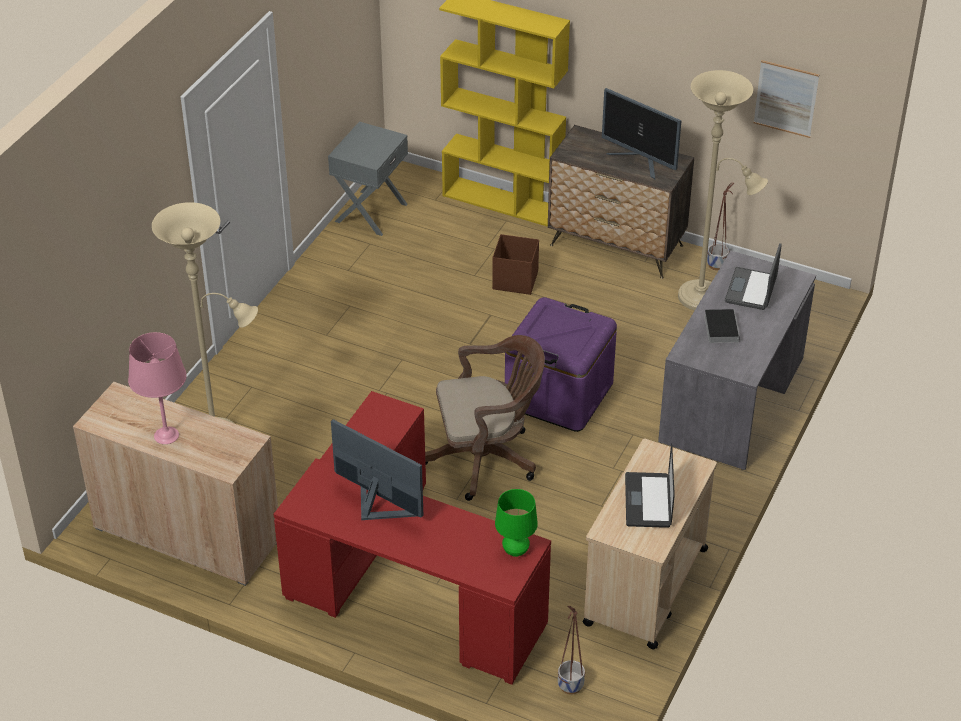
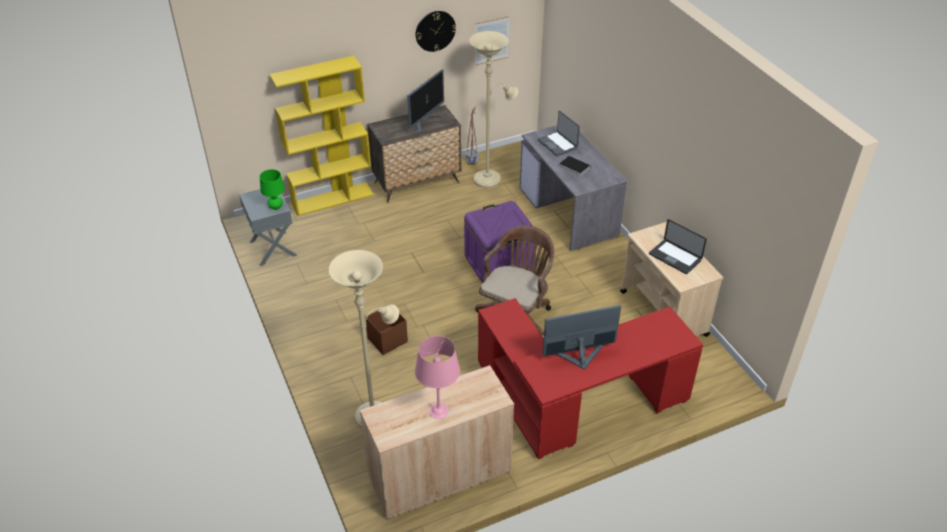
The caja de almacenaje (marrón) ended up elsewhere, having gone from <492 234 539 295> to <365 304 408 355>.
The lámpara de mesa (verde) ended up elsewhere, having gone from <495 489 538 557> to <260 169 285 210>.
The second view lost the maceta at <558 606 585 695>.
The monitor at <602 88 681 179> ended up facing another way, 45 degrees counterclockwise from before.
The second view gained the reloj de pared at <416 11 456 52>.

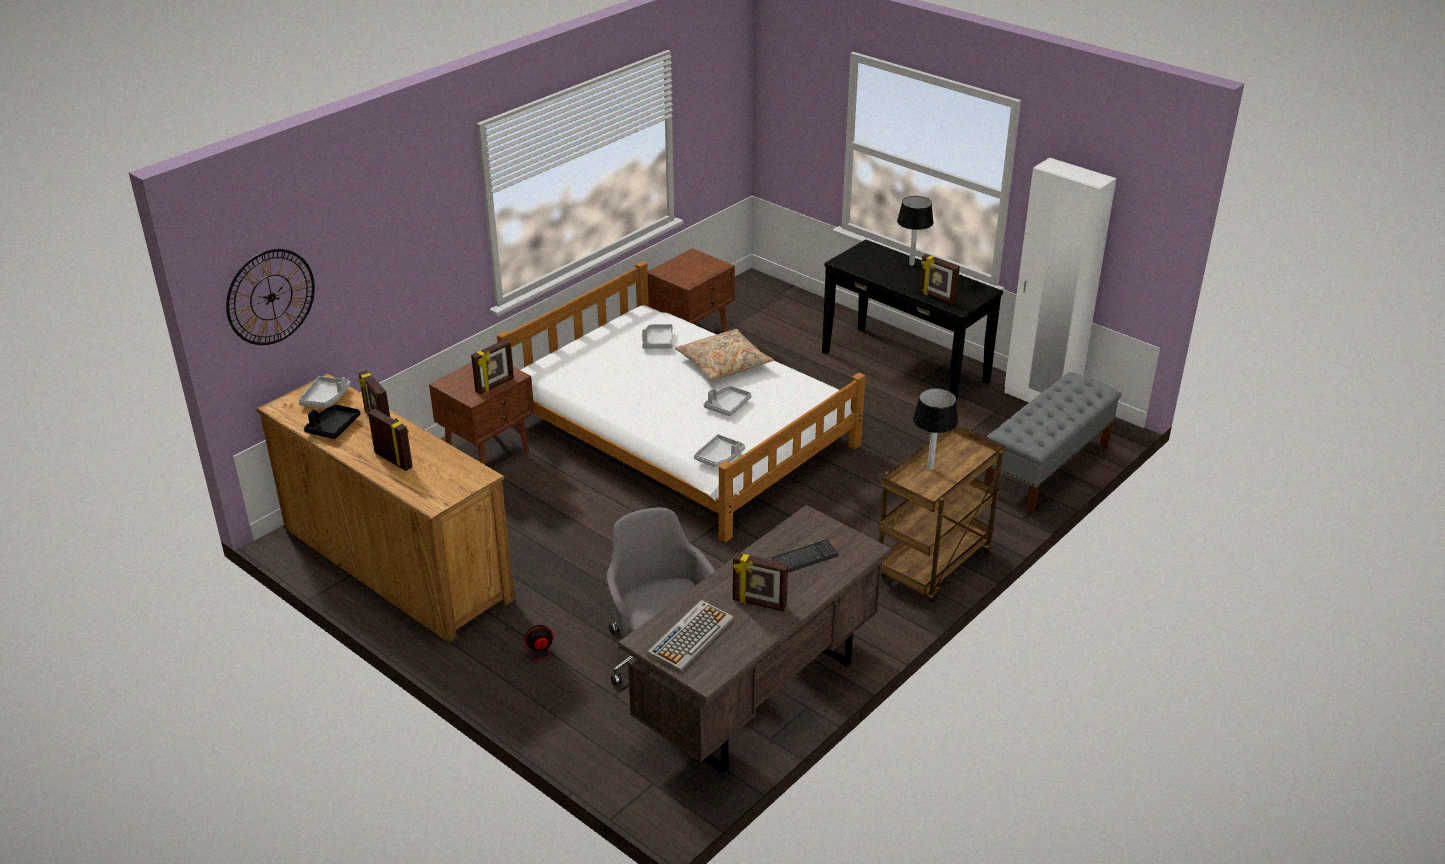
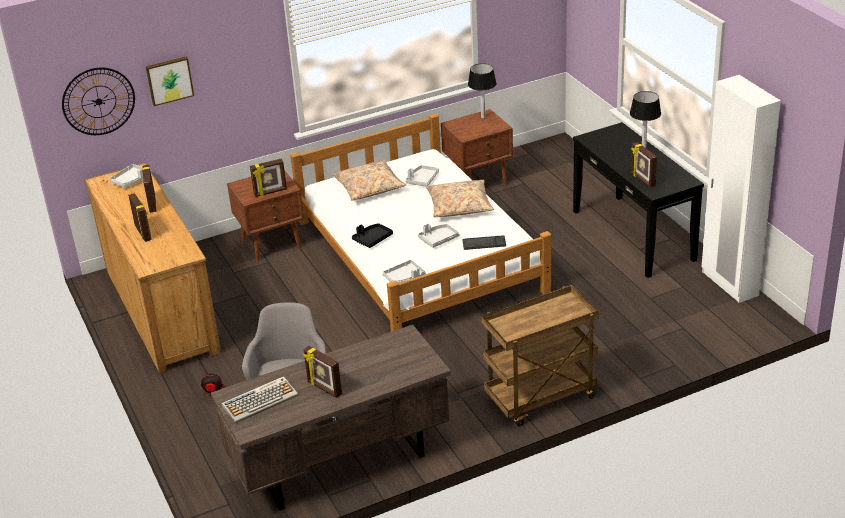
The bandeja (negro) ended up elsewhere, having gone from <304 404 360 439> to <352 223 393 248>.
The teclado ended up elsewhere, having gone from <772 540 839 573> to <462 235 506 250>.
The lámpara de mesa ended up elsewhere, having gone from <913 388 958 470> to <468 63 497 118>.
The second view lost the banco (gris) at <984 372 1121 515>.
The second view gained the cuadro at <146 56 194 106>.
The second view gained the cojín (beis) at <332 160 406 200>.

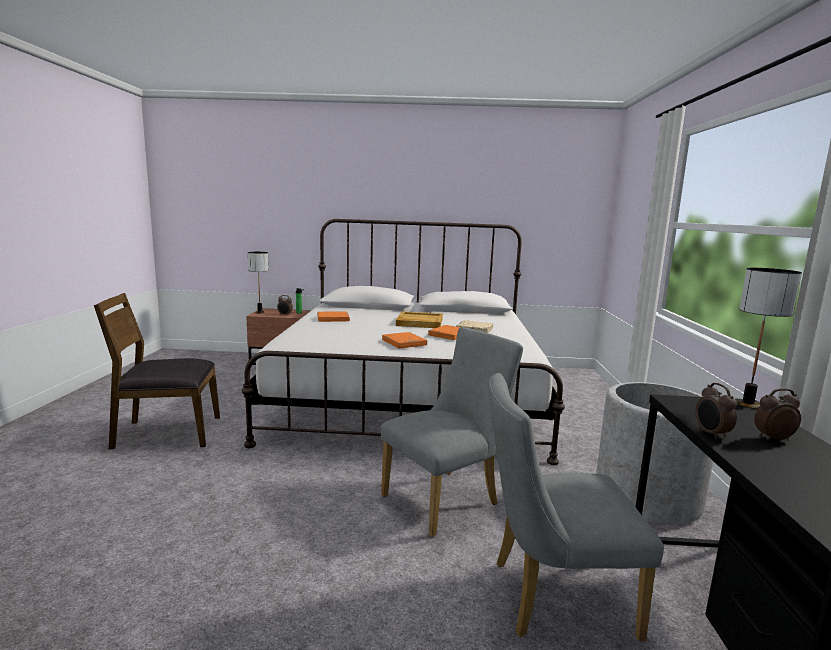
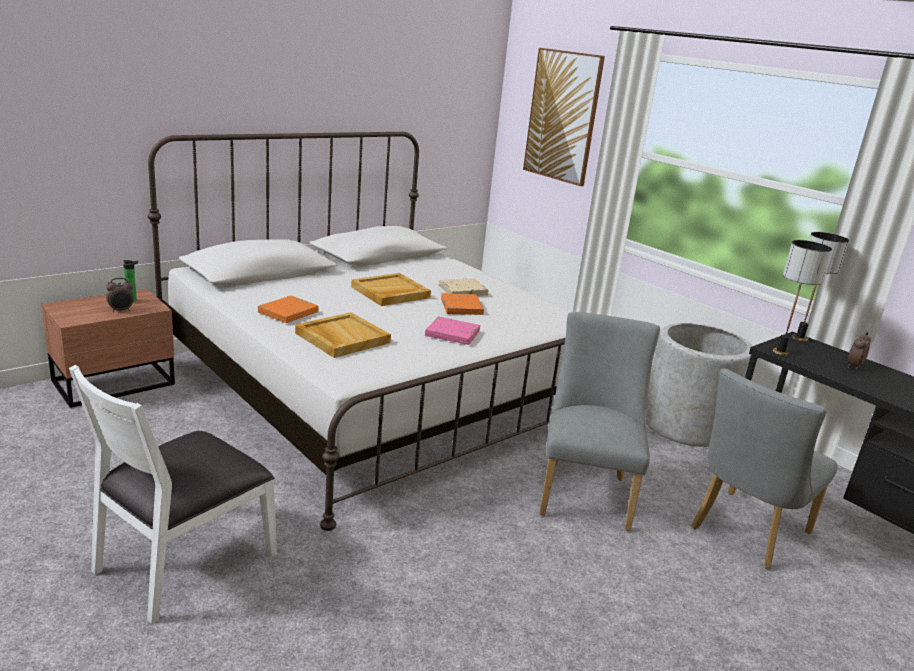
What was the silla (marrón) at <94 293 220 449> turned into the silla (blanco) at <69 365 277 624>.
The lámpara de mesa ended up elsewhere, having gone from <248 252 269 313> to <773 240 832 356>.
What was the libro (naranja) at <382 332 427 348> turned into the libro (rosa) at <425 317 480 345>.
The second view lost the despertador at <696 383 737 439>.
The second view gained the bandeja (beis) at <295 312 391 358>.
The second view gained the cuadro at <523 48 605 186>.

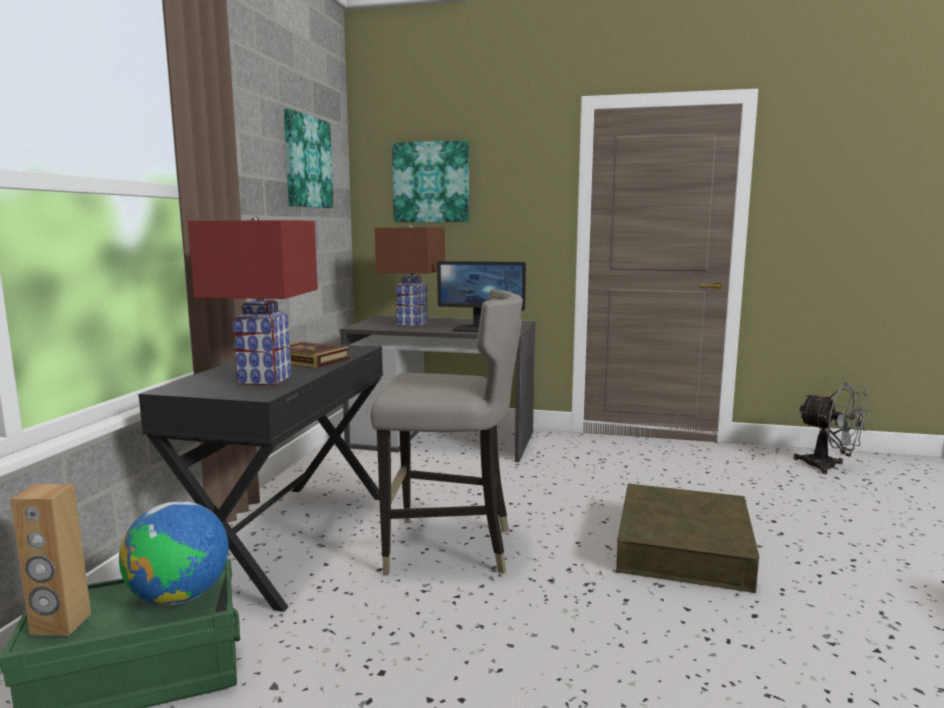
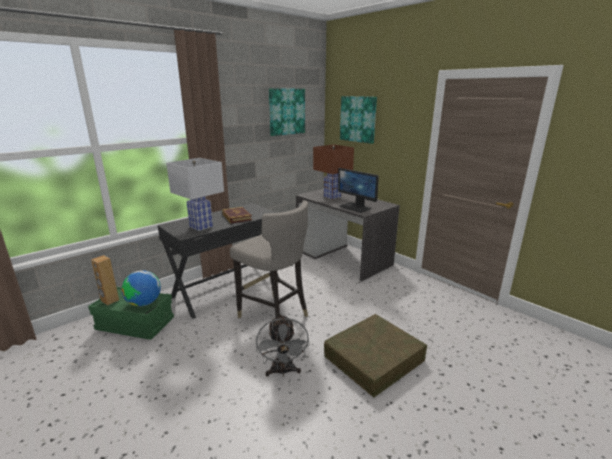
What was the lámpara de mesa (rojo) at <188 216 318 385> turned into the lámpara de mesa (blanco) at <166 158 224 231>.
The ventilador (gris) ended up elsewhere, having gone from <793 383 870 474> to <256 314 310 377>.

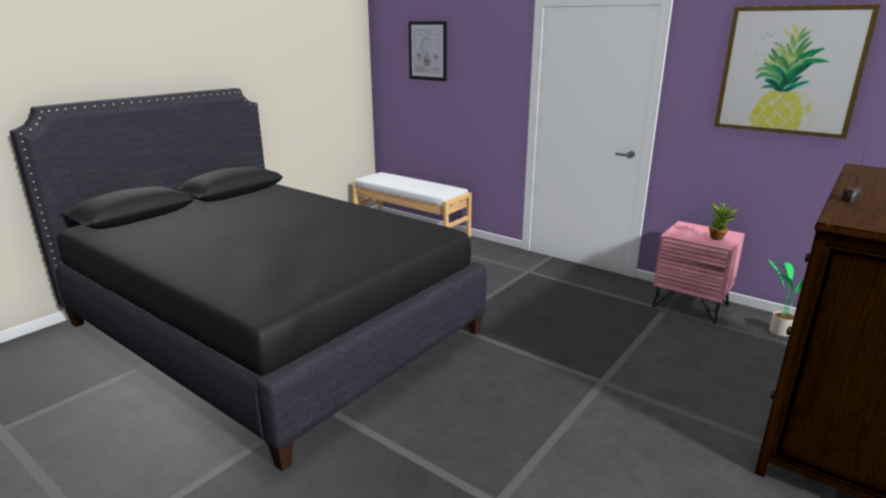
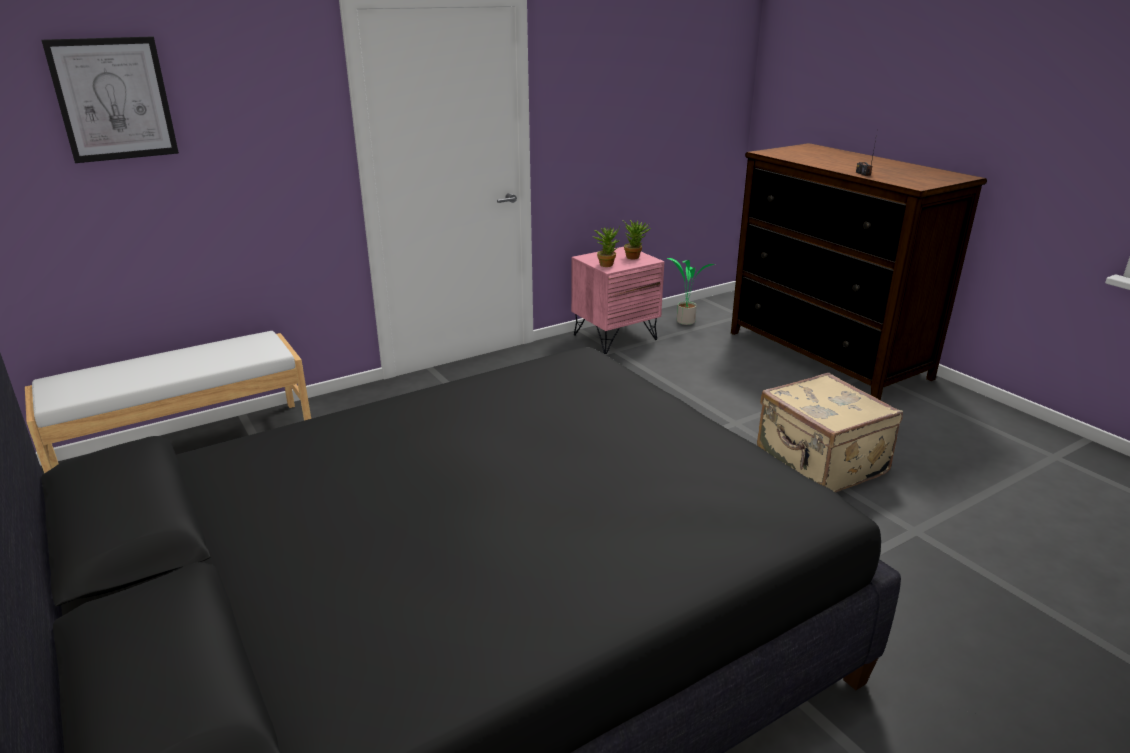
The second view lost the cuadro at <714 4 881 139>.
The second view gained the planta en maceta at <592 226 620 267>.
The second view gained the maleta (beis) at <757 373 903 492>.

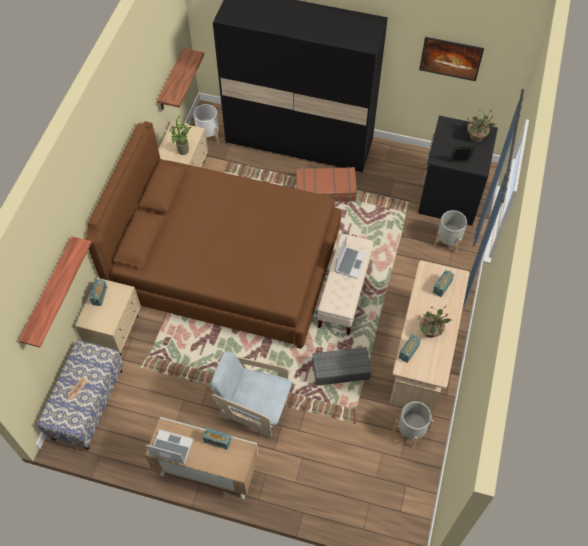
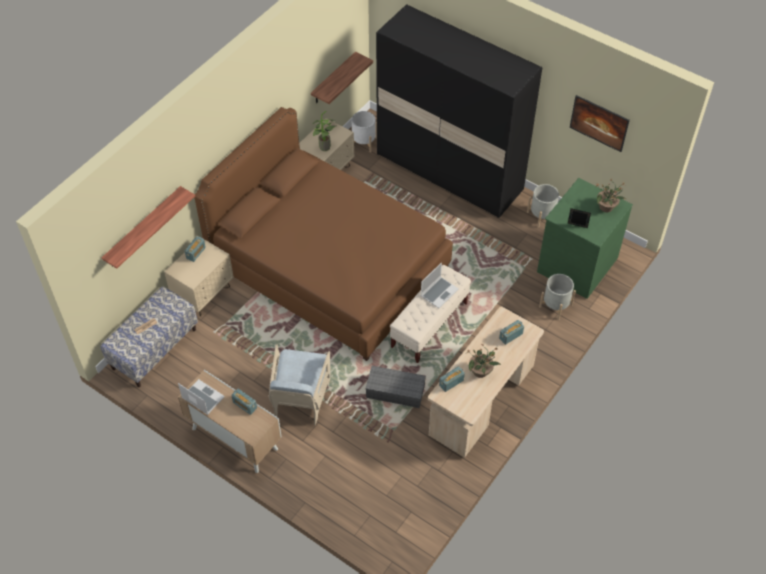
The sillón (beis) at <212 351 292 438> ended up facing another way, 120 degrees counterclockwise from before.
The second view lost the maleta (marrón) at <296 167 357 203>.
The maceta (gris) ended up elsewhere, having gone from <393 401 434 448> to <527 184 559 228>.
What was the cómoda (negro) at <418 116 498 226> turned into the cómoda (verde) at <537 178 633 299>.

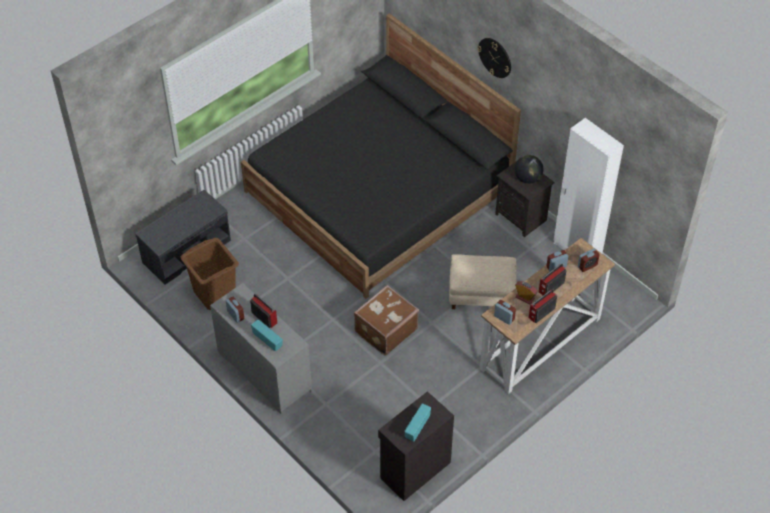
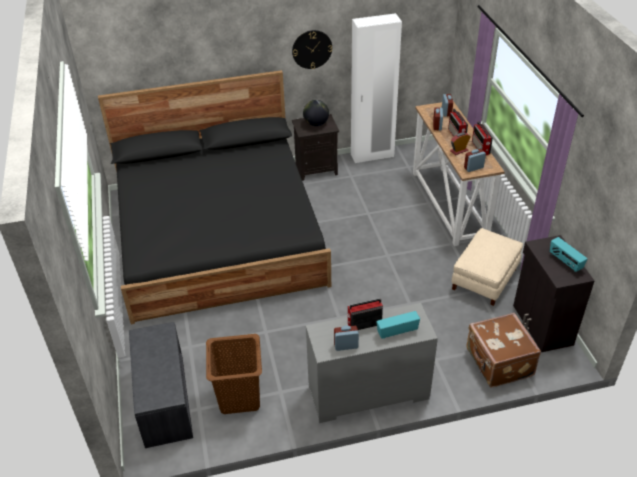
The maleta (marrón) ended up elsewhere, having gone from <354 285 419 356> to <466 313 541 387>.
The puf (beis) ended up elsewhere, having gone from <449 254 517 309> to <452 228 523 306>.
The reloj de pared ended up elsewhere, having gone from <477 38 511 78> to <292 30 332 69>.

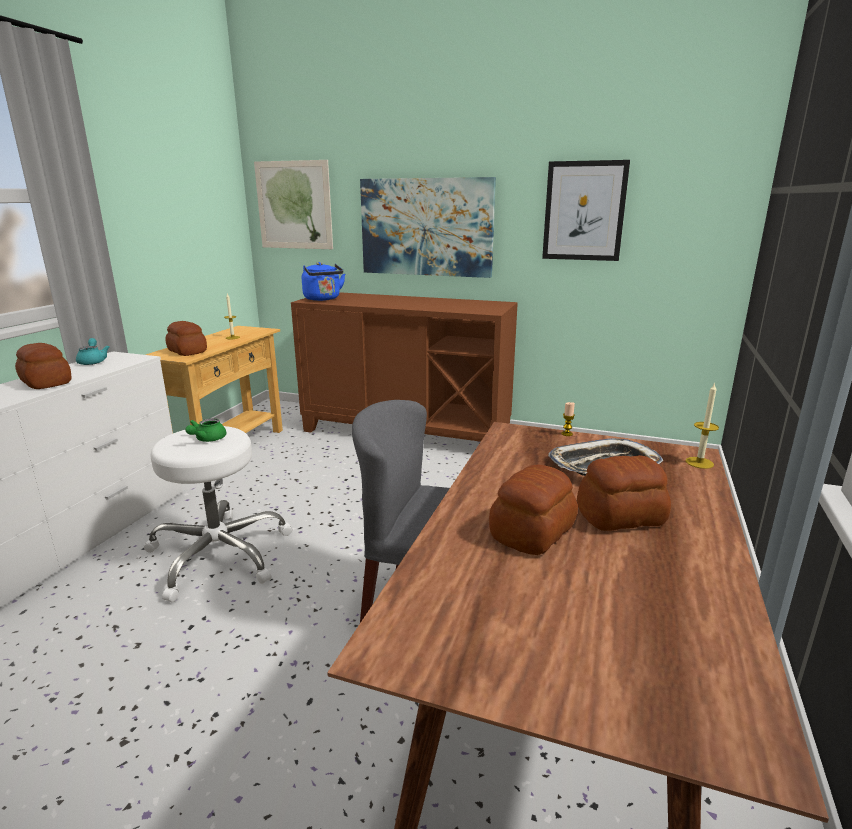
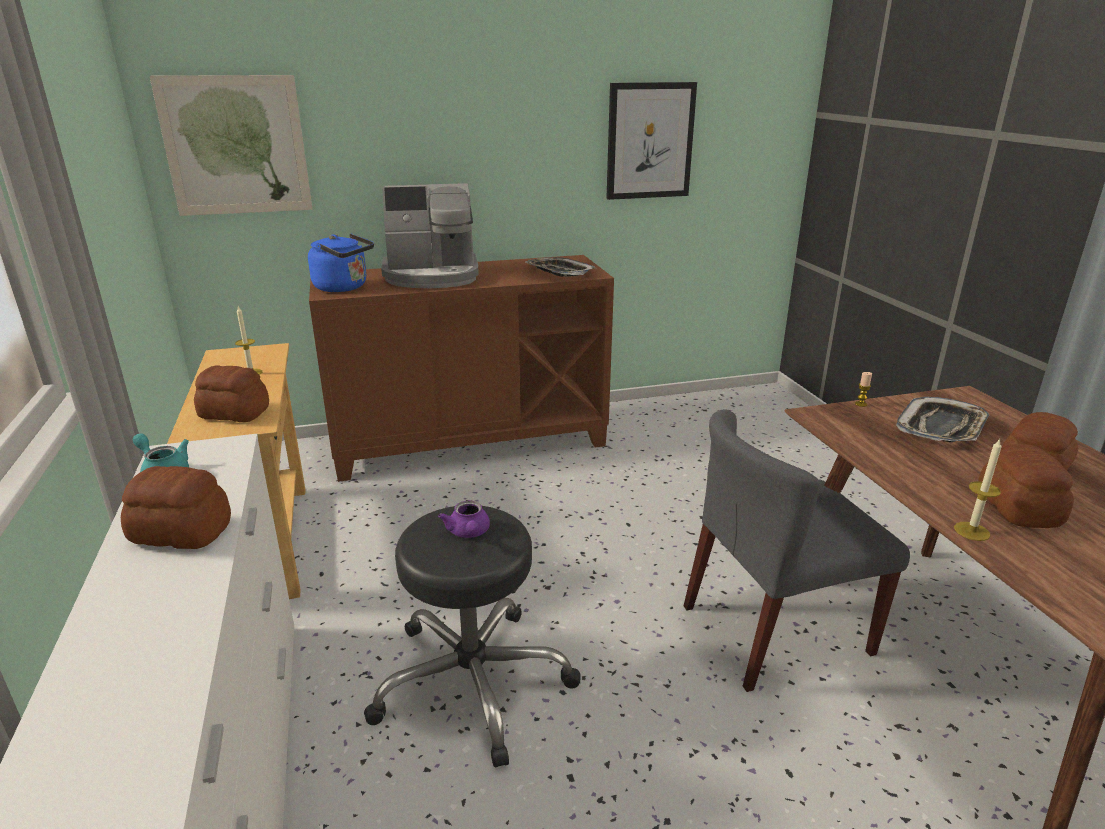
What was the taburete (blanco) at <144 426 293 602> turned into the taburete (negro) at <364 506 581 768>.
What was the tetera (verde) at <185 418 226 442> turned into the tetera (morado) at <438 501 490 538>.
The second view lost the cuadro at <360 177 496 278>.
The vela ended up elsewhere, having gone from <686 382 719 469> to <954 438 1002 541>.
The second view gained the cafetera at <381 183 479 288>.
The second view gained the bandeja at <525 257 596 277>.

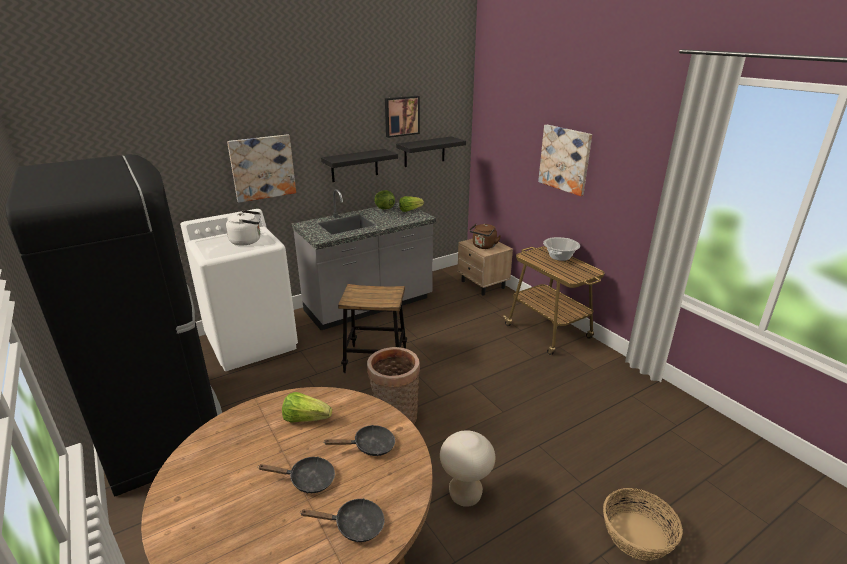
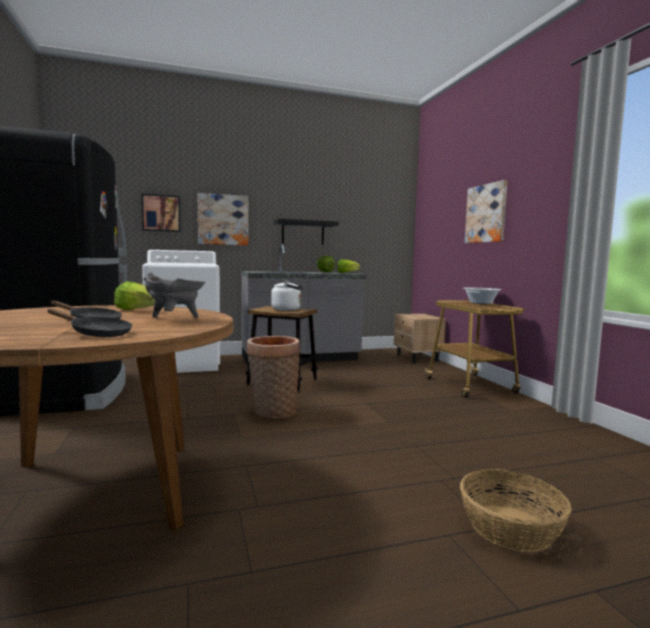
The hervidor (blanco) ended up elsewhere, having gone from <226 210 261 245> to <271 281 304 311>.
Where the sartén (negro) stood at <323 425 395 456>, the olla (gris) came to stand at <143 273 205 318>.
The cuadro ended up elsewhere, having gone from <385 96 420 138> to <142 194 180 232>.
The second view lost the estante (negro) at <396 136 466 167>.
The second view lost the taburete (beis) at <440 430 496 507>.
The second view lost the hervidor (marrón) at <469 224 501 249>.

